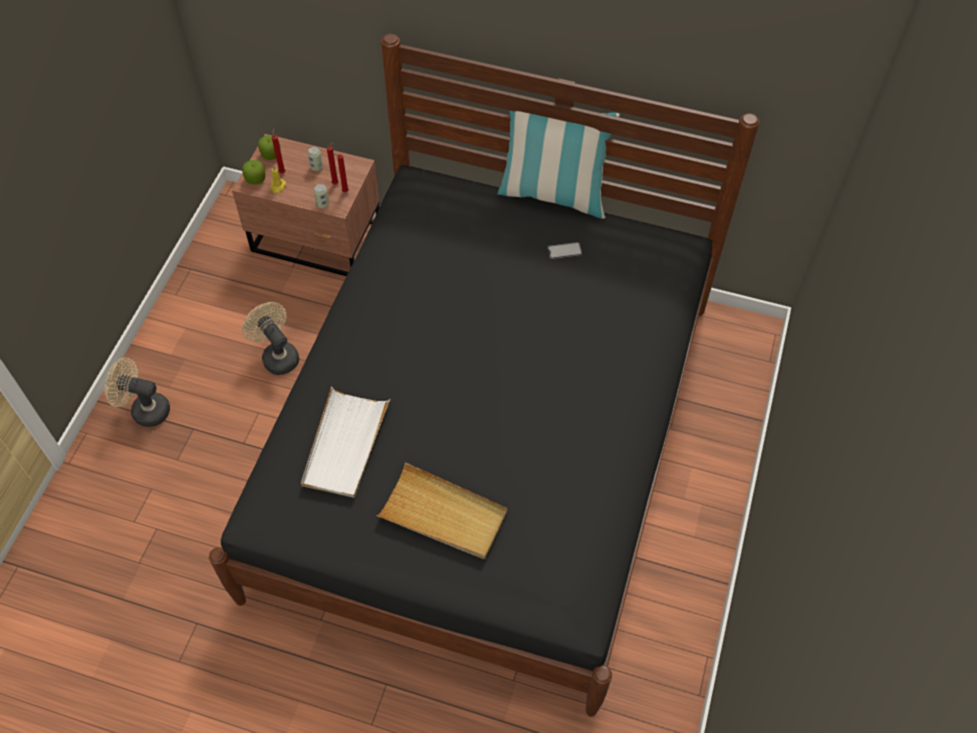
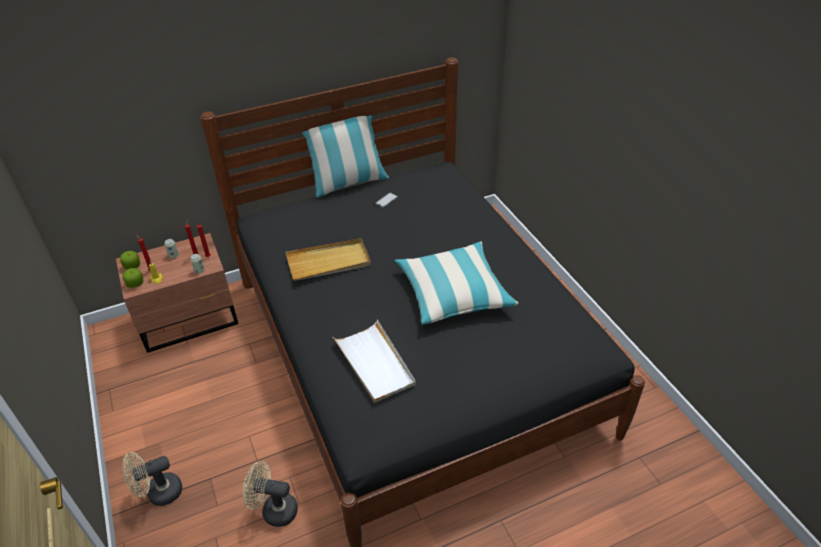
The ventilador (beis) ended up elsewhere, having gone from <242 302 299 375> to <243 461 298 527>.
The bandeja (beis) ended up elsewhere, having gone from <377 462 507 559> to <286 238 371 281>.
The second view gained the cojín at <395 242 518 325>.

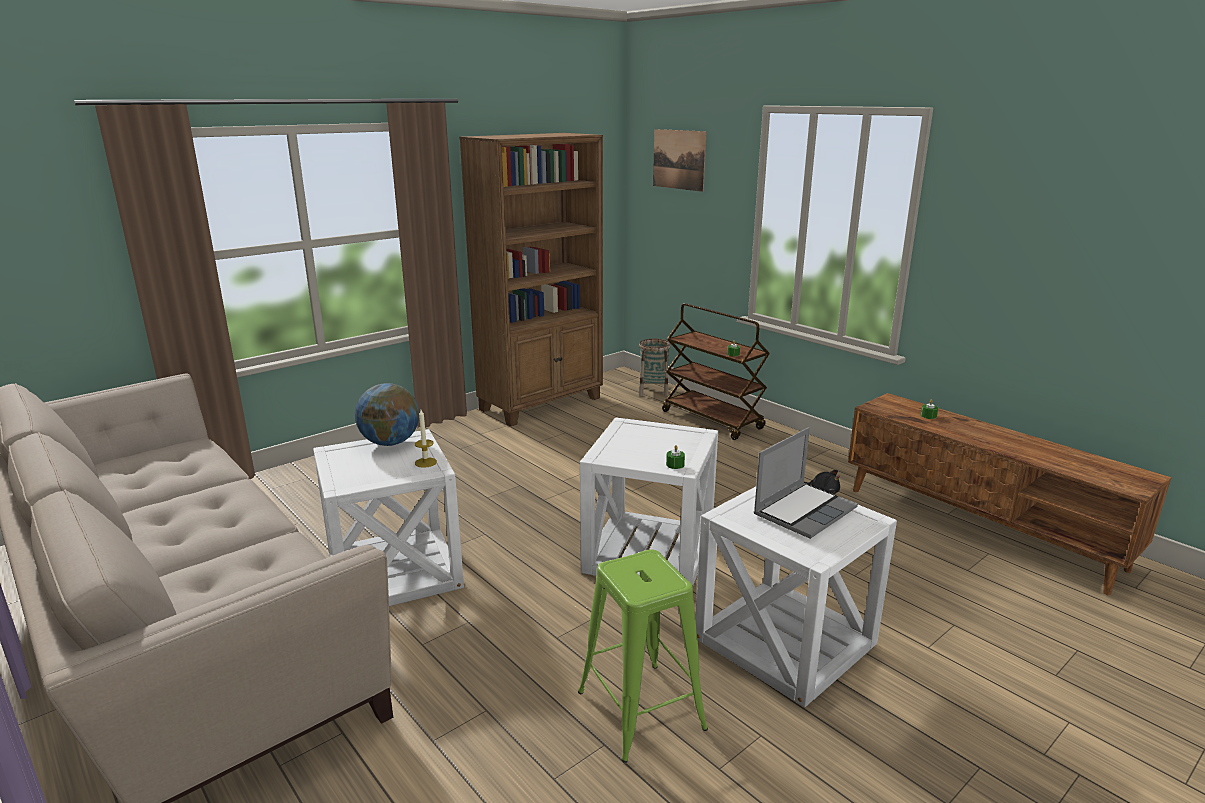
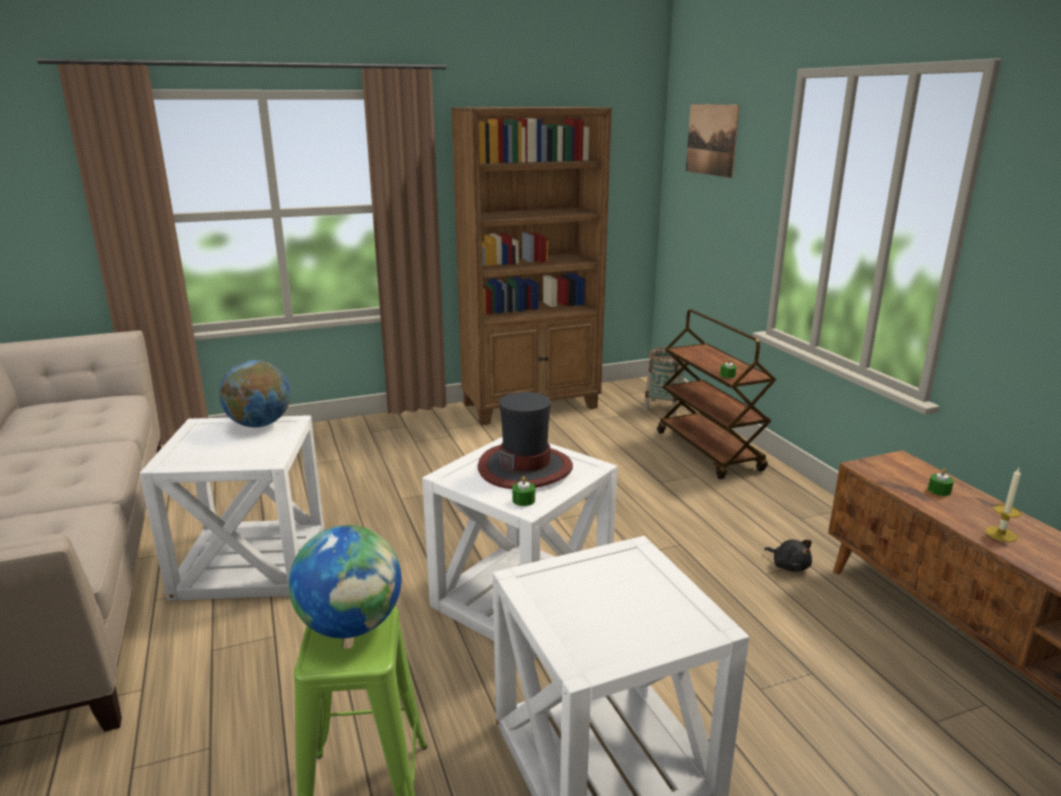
The vela ended up elsewhere, having gone from <415 410 437 468> to <985 468 1021 542>.
The second view lost the portátil at <754 428 858 539>.
The second view gained the globo terráqueo at <289 525 402 638>.
The second view gained the sombrero at <478 392 573 489>.

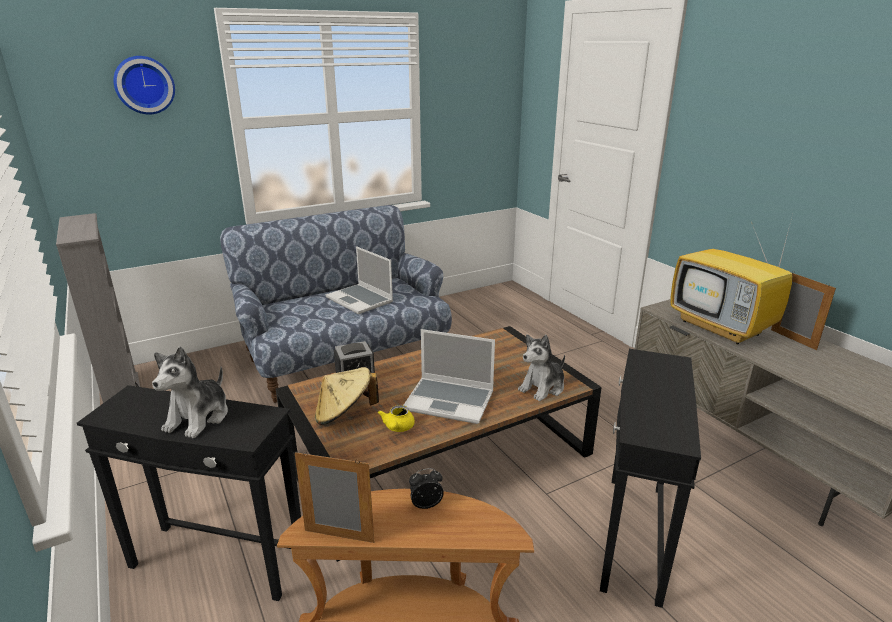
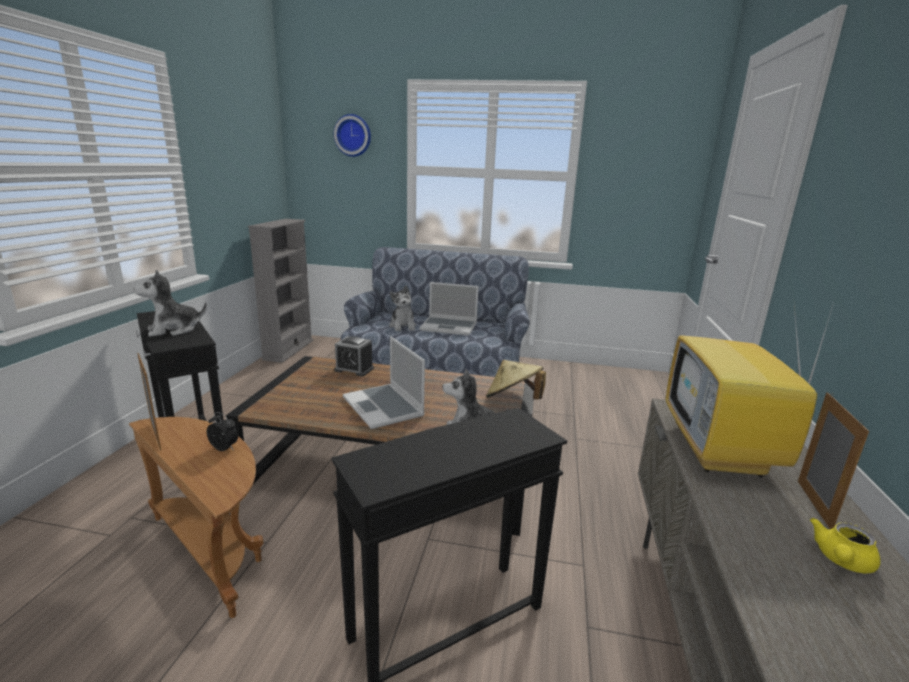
The sombrero (beis) ended up elsewhere, having gone from <315 367 379 425> to <486 360 546 399>.
The portátil at <326 246 393 314> ended up facing another way, 75 degrees counterclockwise from before.
The tetera (amarillo) ended up elsewhere, having gone from <378 405 415 432> to <810 518 881 574>.
The second view gained the peluche at <389 286 416 331>.

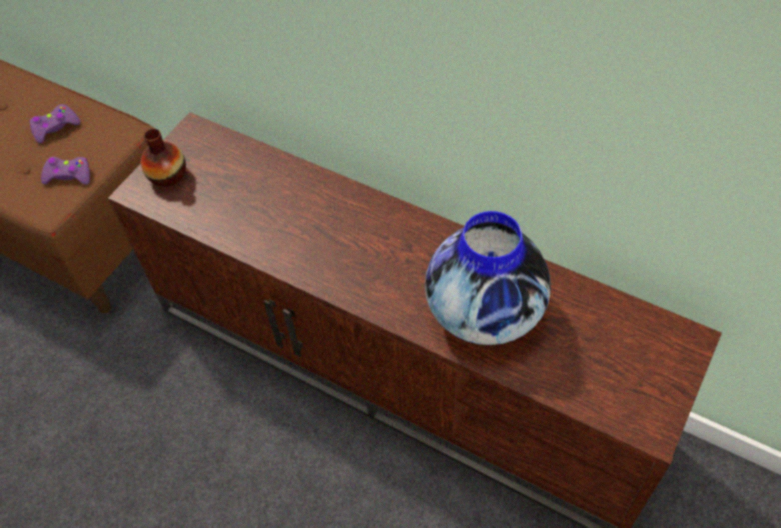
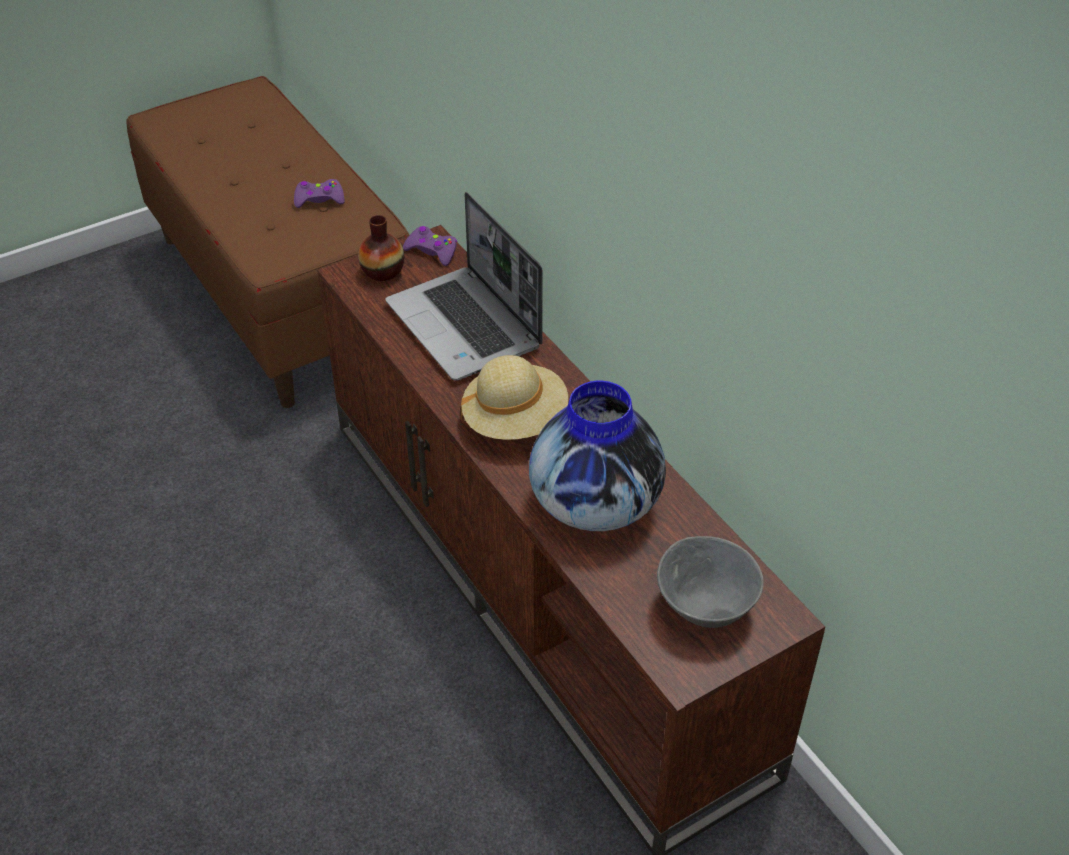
The mando de consola (morado) ended up elsewhere, having gone from <41 157 90 185> to <403 226 457 266>.
The second view gained the portátil at <385 192 543 381>.
The second view gained the sombrero (beis) at <461 355 568 440>.
The second view gained the cuenco (gris) at <657 536 764 628>.

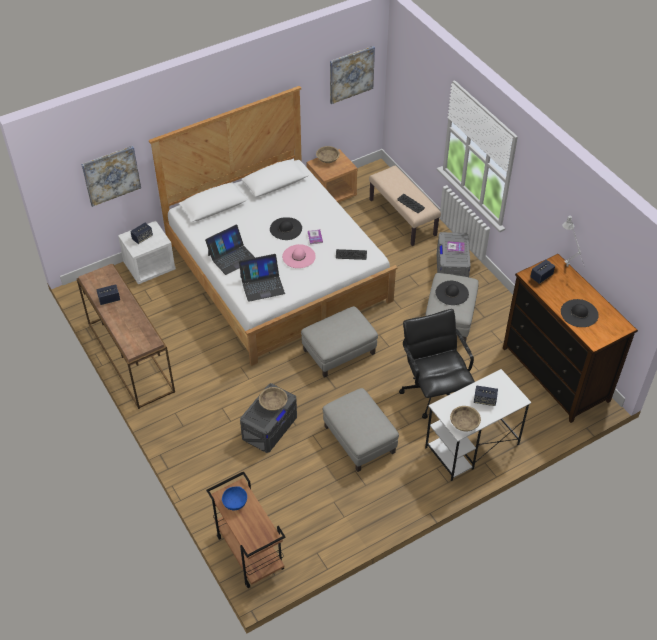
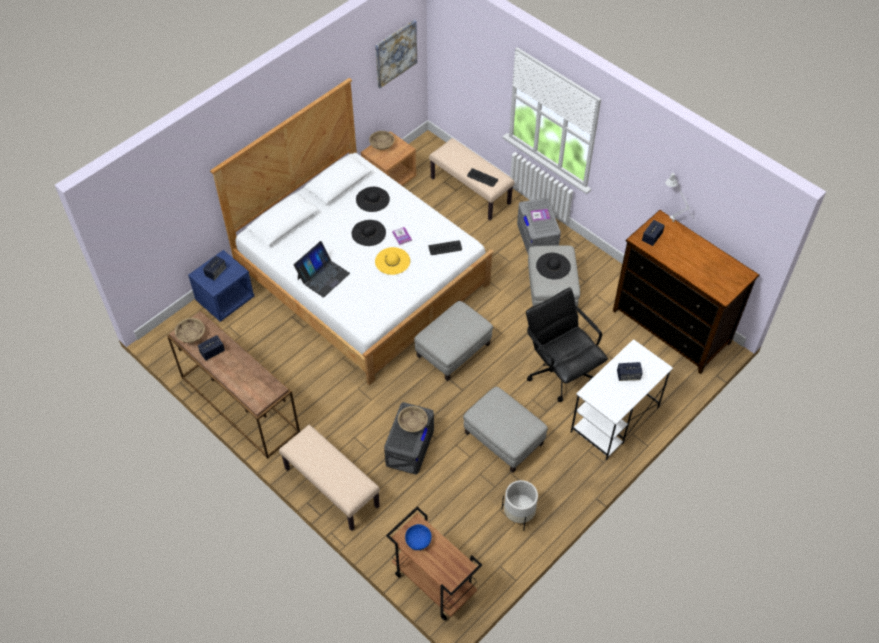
The second view lost the cuadro at <81 146 141 207>.
What was the mesita de noche (blanco) at <118 221 176 284> turned into the mesita de noche (azul) at <188 250 254 322>.
The second view lost the portátil at <239 254 285 302>.
What was the sombrero (rosa) at <282 244 316 268> turned into the sombrero (amarillo) at <375 247 410 275>.
The cuenco (beis) ended up elsewhere, having gone from <450 406 481 431> to <175 318 205 343>.
The sombrero (negro) ended up elsewhere, having gone from <561 299 599 327> to <356 187 390 212>.
The second view gained the banco (beis) at <279 425 380 531>.
The second view gained the maceta (blanco) at <502 480 538 531>.

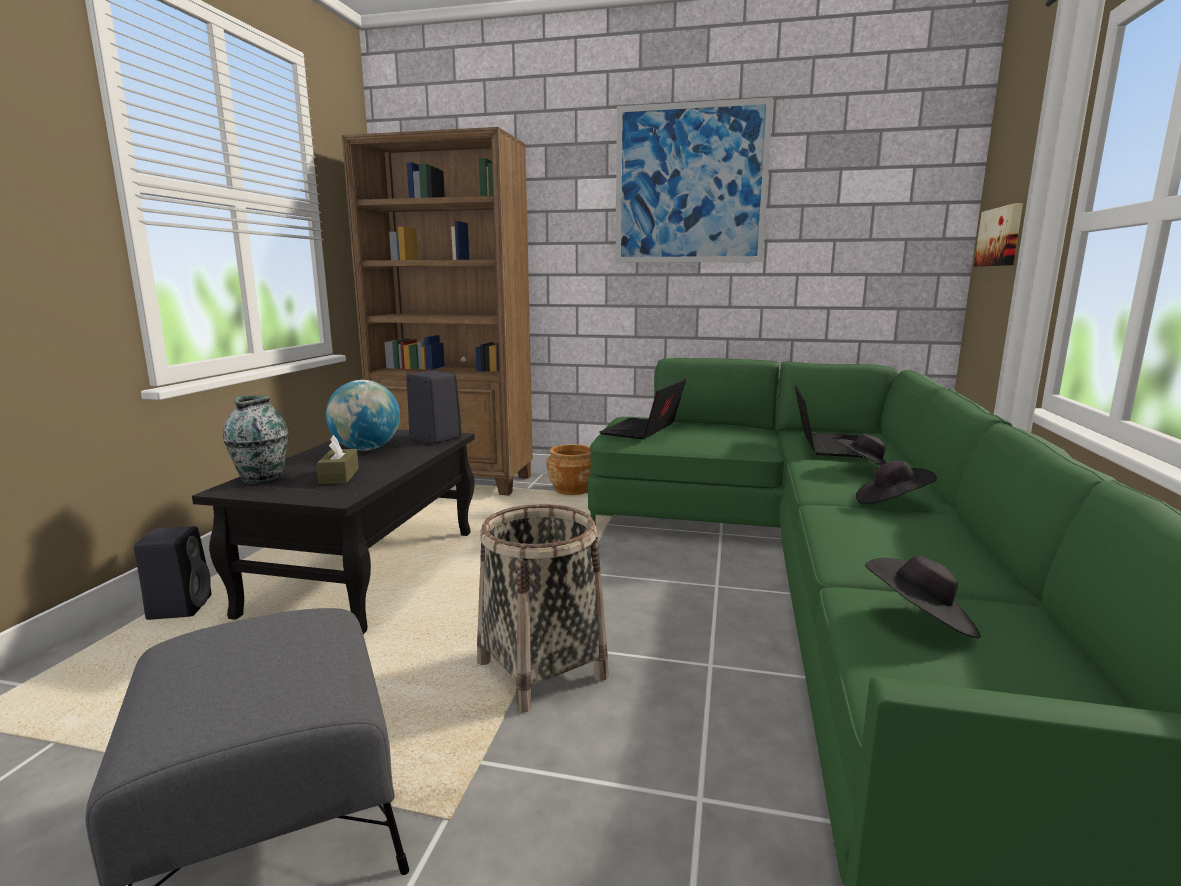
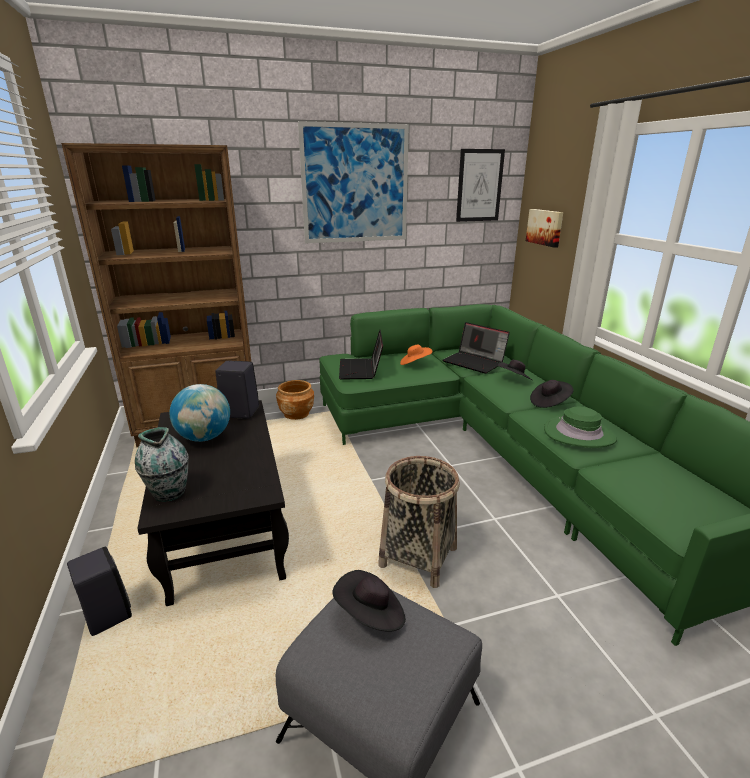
The second view lost the caja de pañuelos (marrón) at <317 435 359 484>.
The portátil at <795 386 867 458> ended up facing another way, 150 degrees clockwise from before.
The sombrero (negro) ended up elsewhere, having gone from <865 556 981 638> to <332 570 406 632>.
The second view gained the sombrero (naranja) at <400 345 432 365>.
The second view gained the cuadro at <456 149 505 222>.
The second view gained the sombrero (verde) at <544 407 617 448>.

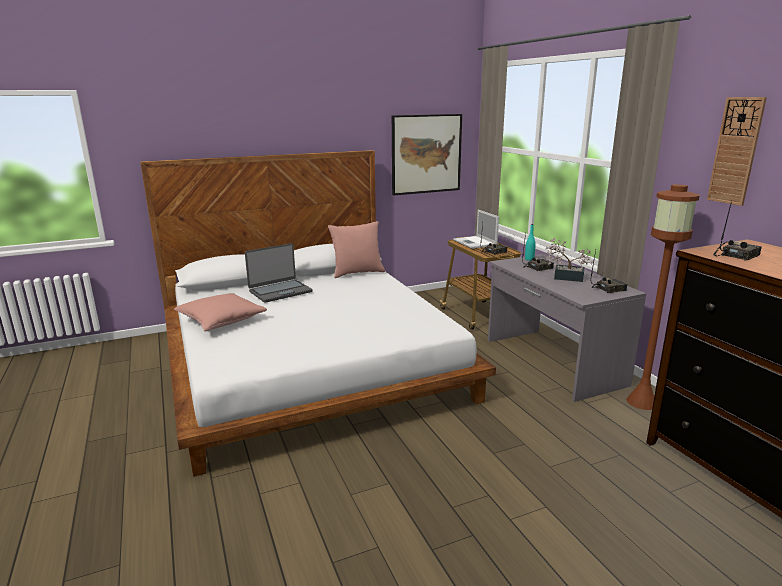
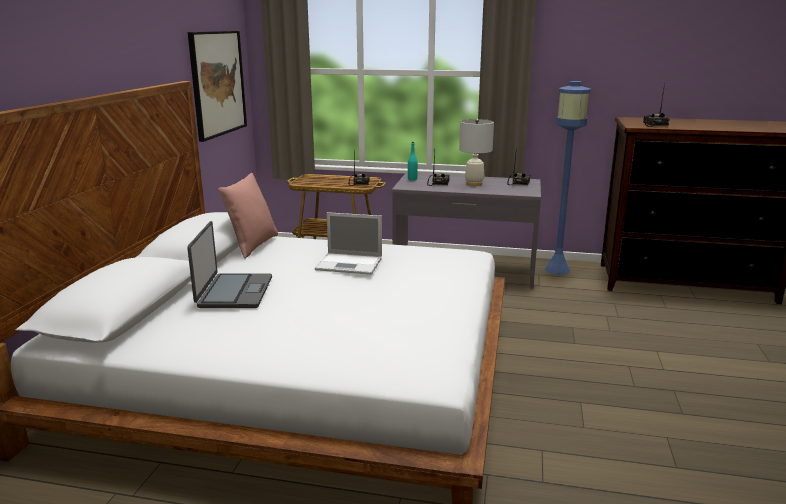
The second view lost the cojín (rosa) at <174 293 267 331>.
The portátil ended up elsewhere, having gone from <453 210 499 249> to <315 212 382 275>.
Where the planta en maceta stood at <544 238 594 282>, the lámpara de mesa (blanco) came to stand at <459 119 494 186>.
What was the lámpara de pie (marrón) at <626 184 700 410> turned into the lámpara de pie (azul) at <545 81 591 275>.
The second view lost the reloj de pared at <707 97 767 206>.

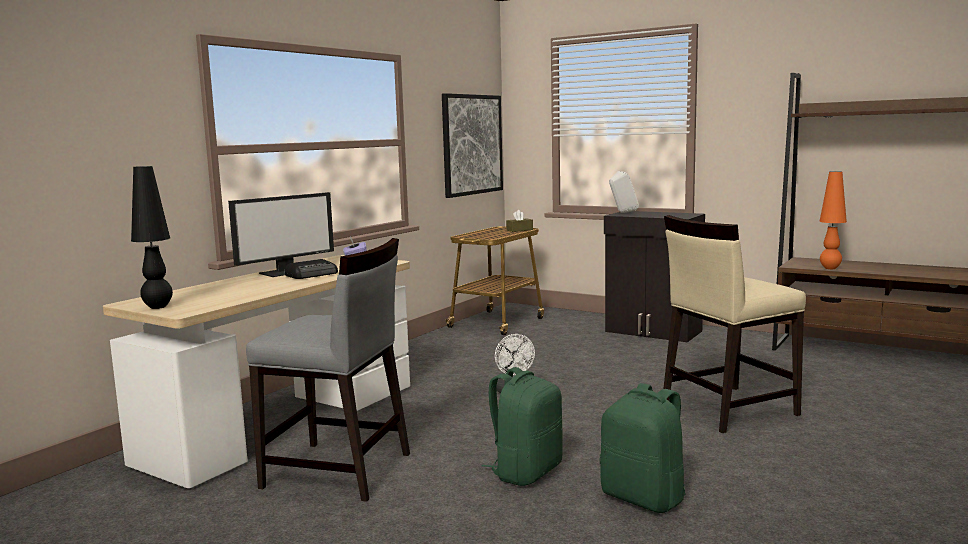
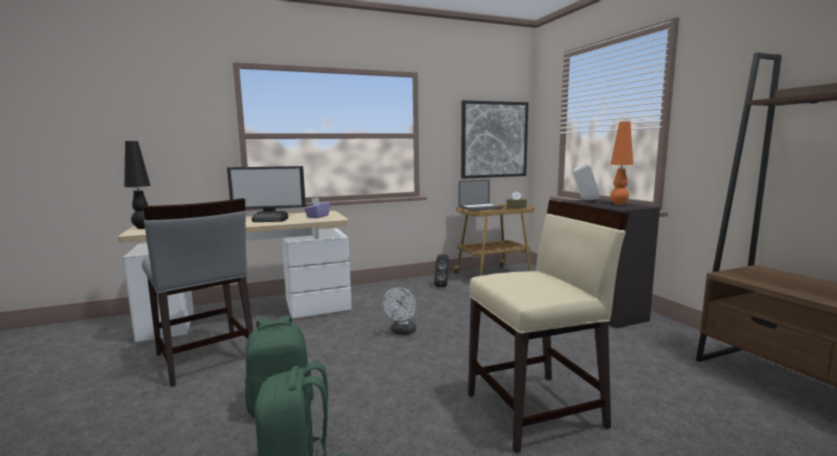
The silla (beis) at <663 215 806 433> ended up facing another way, 150 degrees clockwise from before.
The lámpara de mesa (naranja) ended up elsewhere, having gone from <819 171 847 269> to <610 121 633 205>.
The second view gained the altavoz (negro) at <434 254 449 287>.
The second view gained the portátil at <459 180 504 211>.

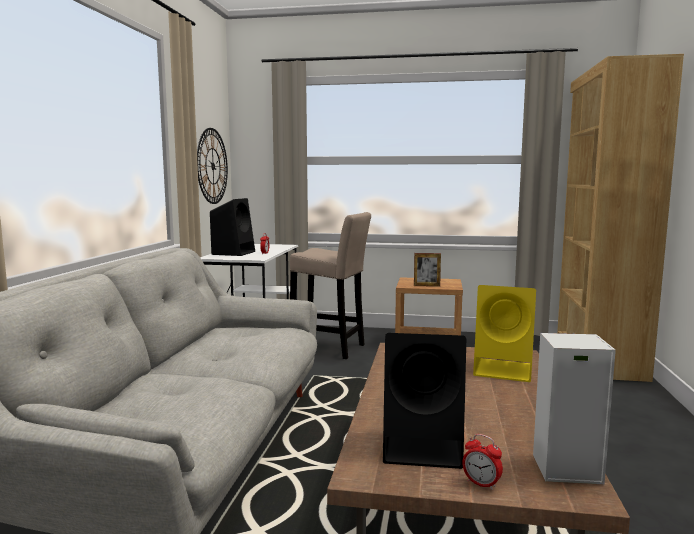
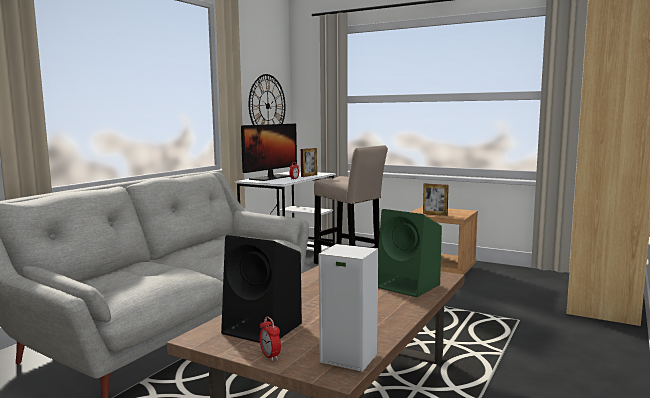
Where the altavoz (negro) stood at <210 198 255 256>, the monitor came to stand at <241 124 297 181>.
What was the altavoz (amarillo) at <473 285 536 382> turned into the altavoz (verde) at <378 209 442 297>.
The second view gained the portarretratos at <301 148 317 177>.

